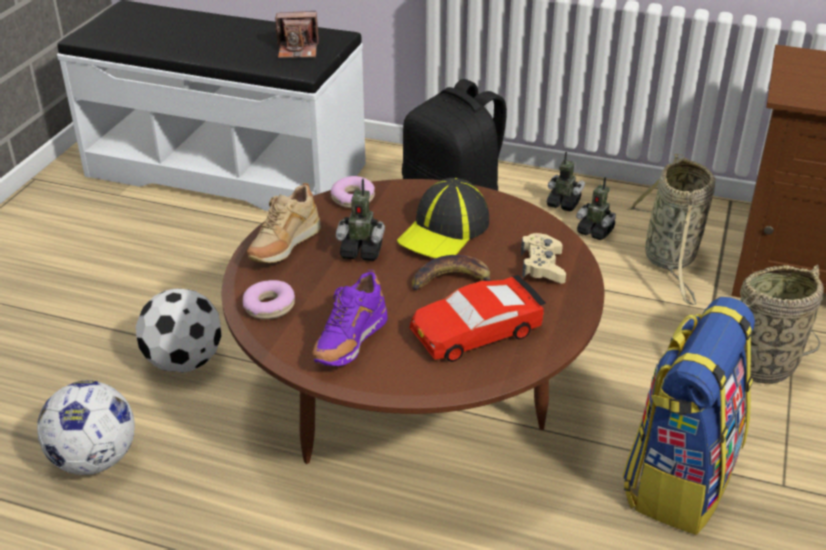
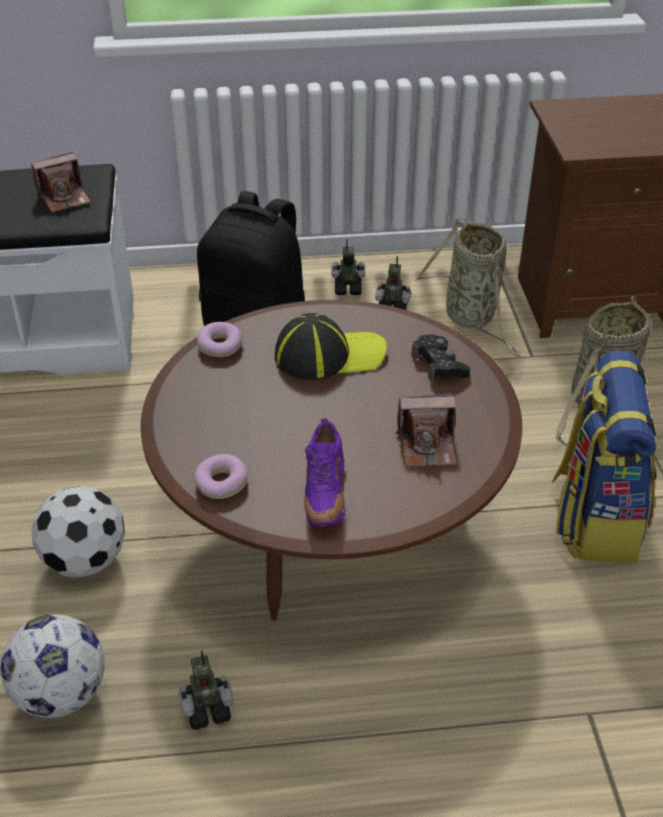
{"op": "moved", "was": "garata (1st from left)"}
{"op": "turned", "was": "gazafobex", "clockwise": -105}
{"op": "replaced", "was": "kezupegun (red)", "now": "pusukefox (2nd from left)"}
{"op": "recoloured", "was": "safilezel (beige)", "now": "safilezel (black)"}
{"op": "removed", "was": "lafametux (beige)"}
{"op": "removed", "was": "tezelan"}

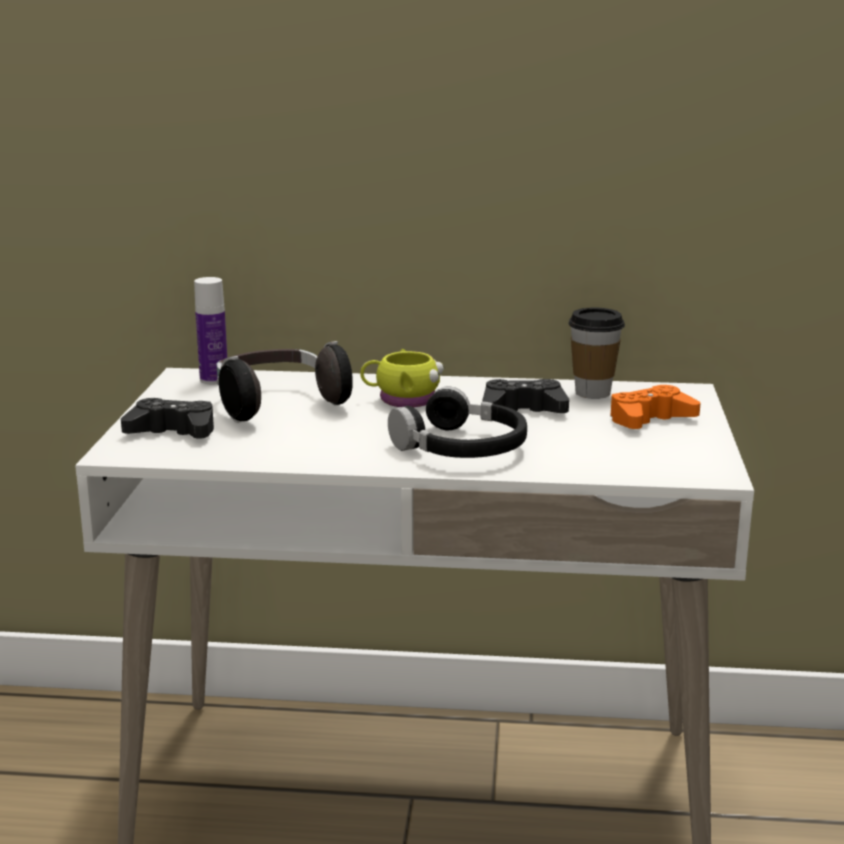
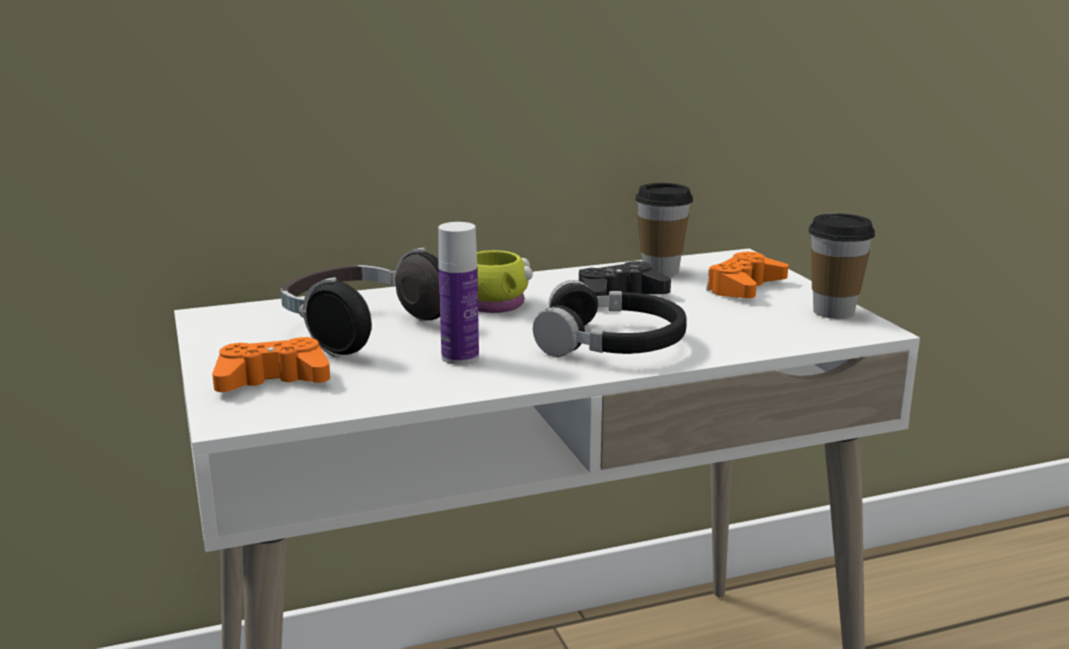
{"op": "recoloured", "was": "safilezel (black) (1st from left)", "now": "safilezel (orange) (1st from left)"}
{"op": "moved", "was": "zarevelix"}
{"op": "added", "now": "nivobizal (2nd from left)"}

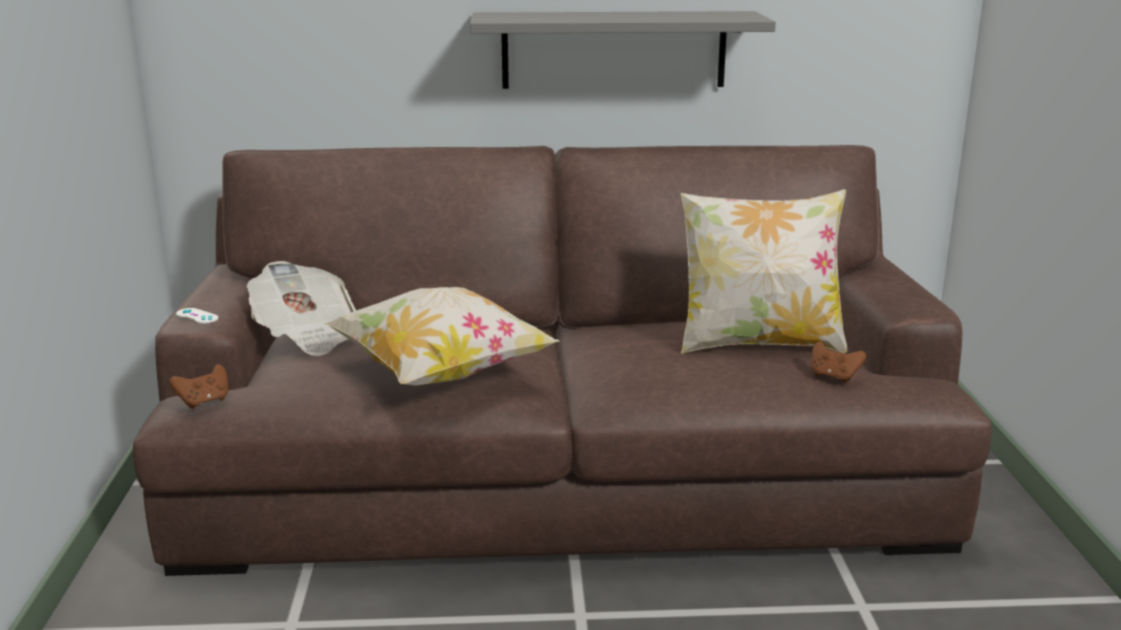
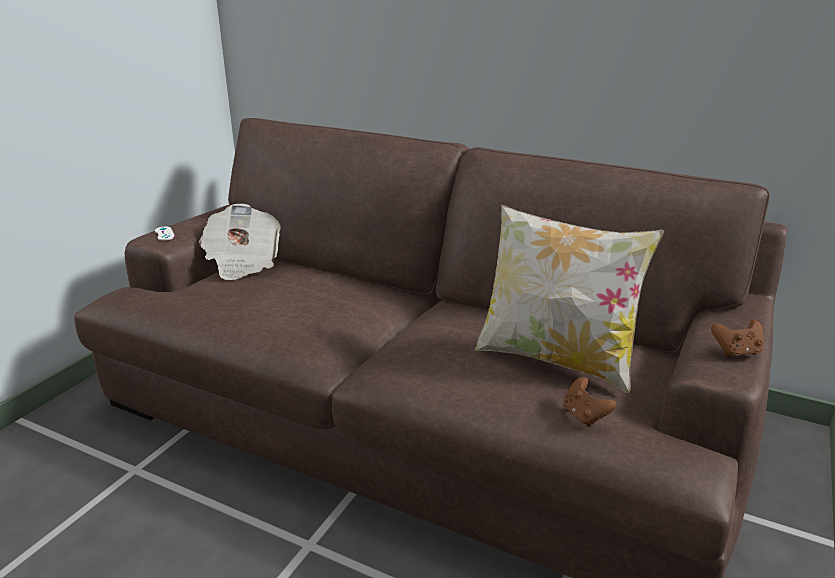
{"op": "moved", "was": "safilezel (brown) (1st from left in the first image)", "now": "safilezel (brown) (2nd from left)"}
{"op": "removed", "was": "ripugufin (1st from left)"}
{"op": "removed", "was": "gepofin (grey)"}

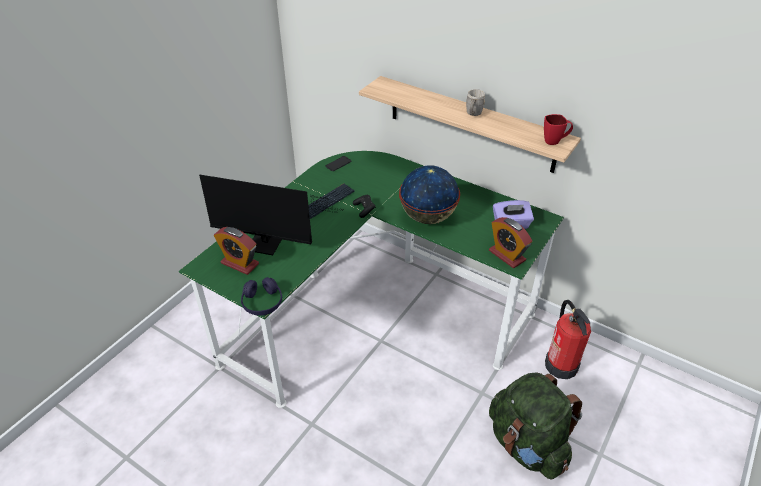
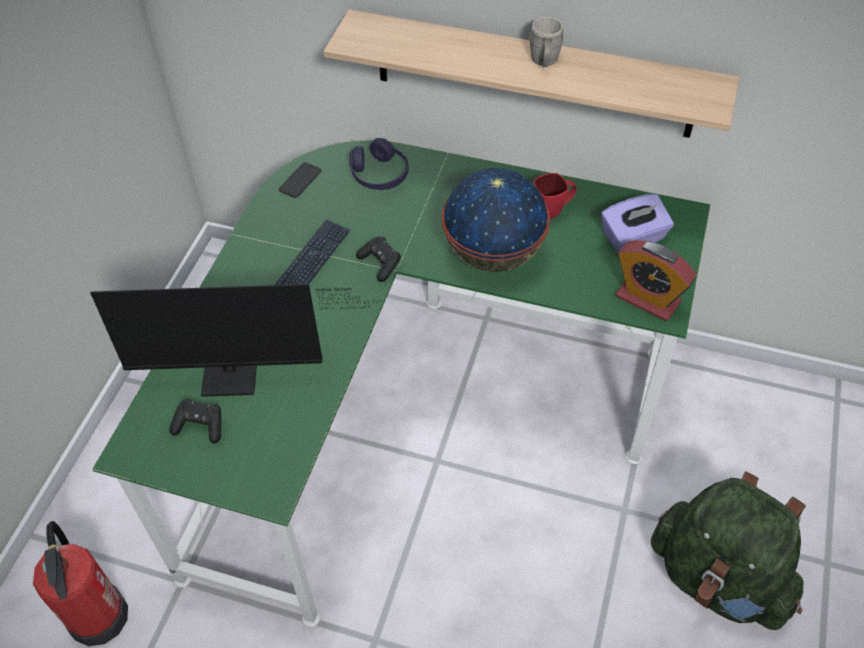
{"op": "moved", "was": "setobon"}
{"op": "replaced", "was": "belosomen (1st from left)", "now": "safilezel (black) (1st from left)"}
{"op": "moved", "was": "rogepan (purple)"}
{"op": "moved", "was": "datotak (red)"}

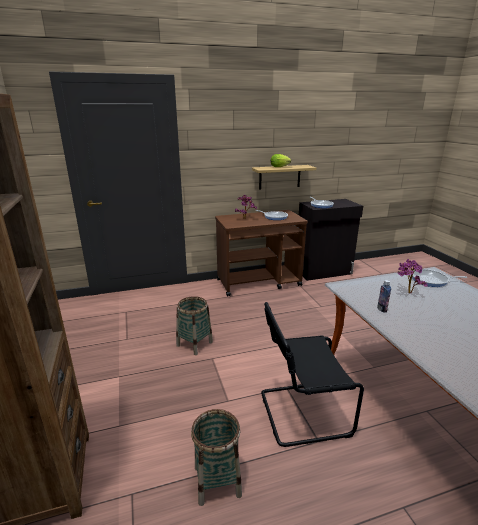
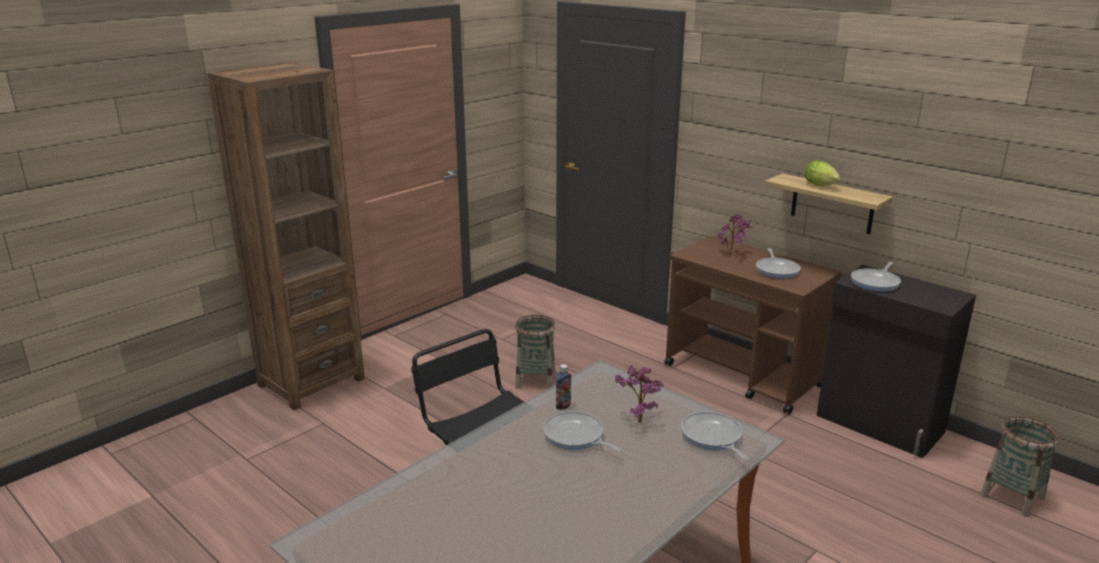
{"op": "added", "now": "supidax (1st from left)"}
{"op": "moved", "was": "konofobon (2nd from left)"}

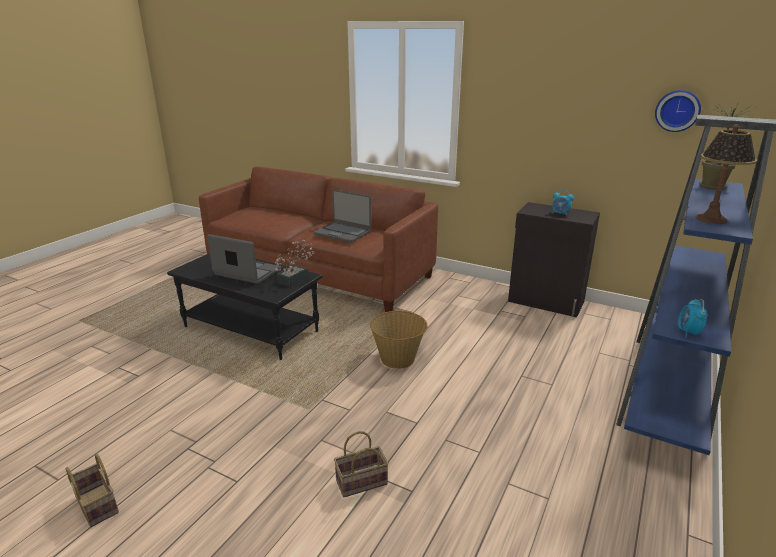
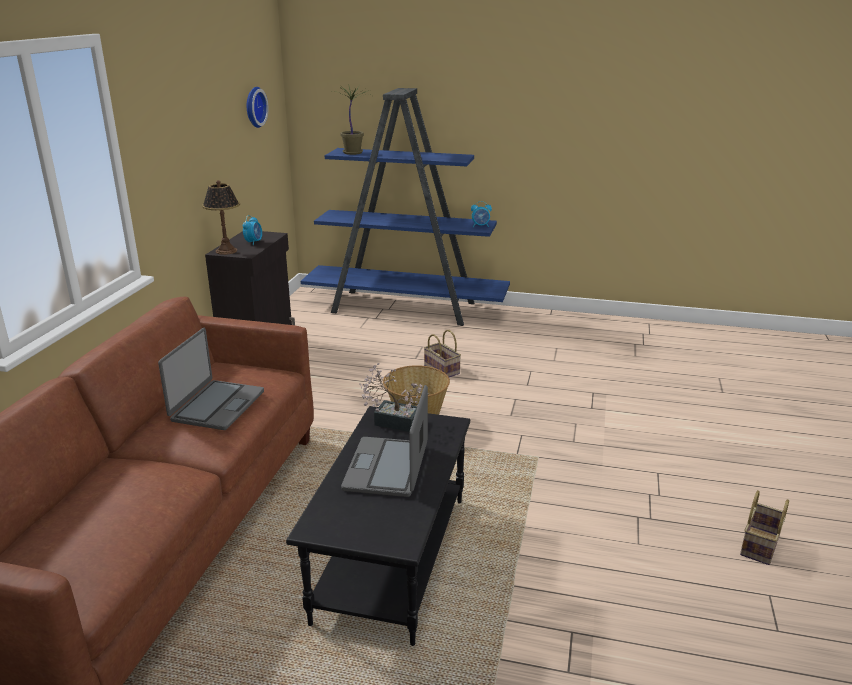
{"op": "moved", "was": "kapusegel"}
{"op": "moved", "was": "konofobon (2nd from left)"}

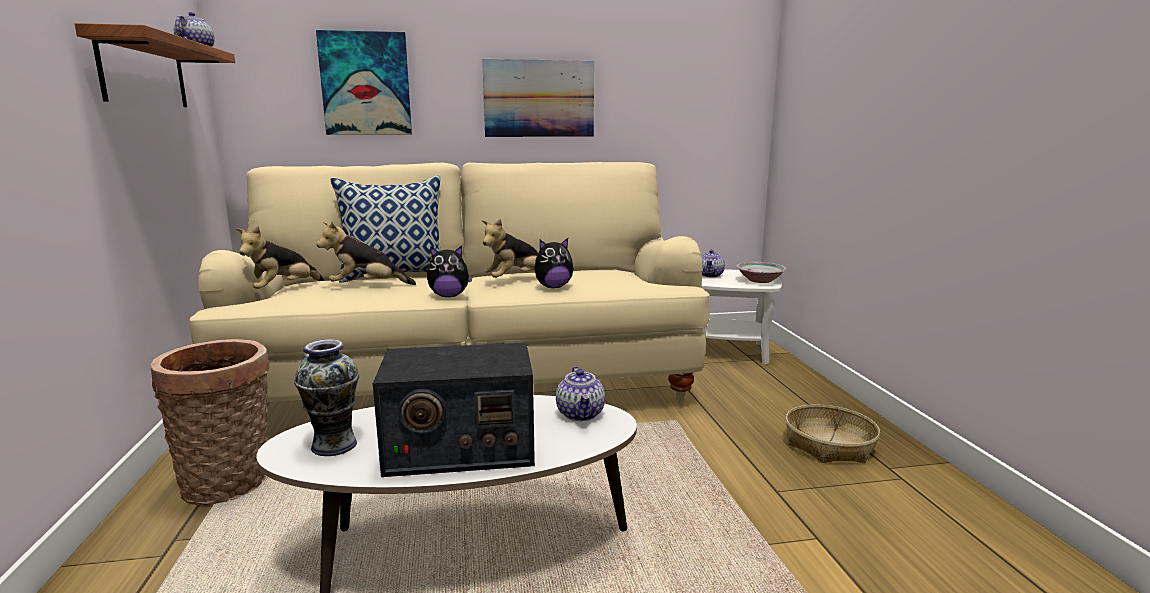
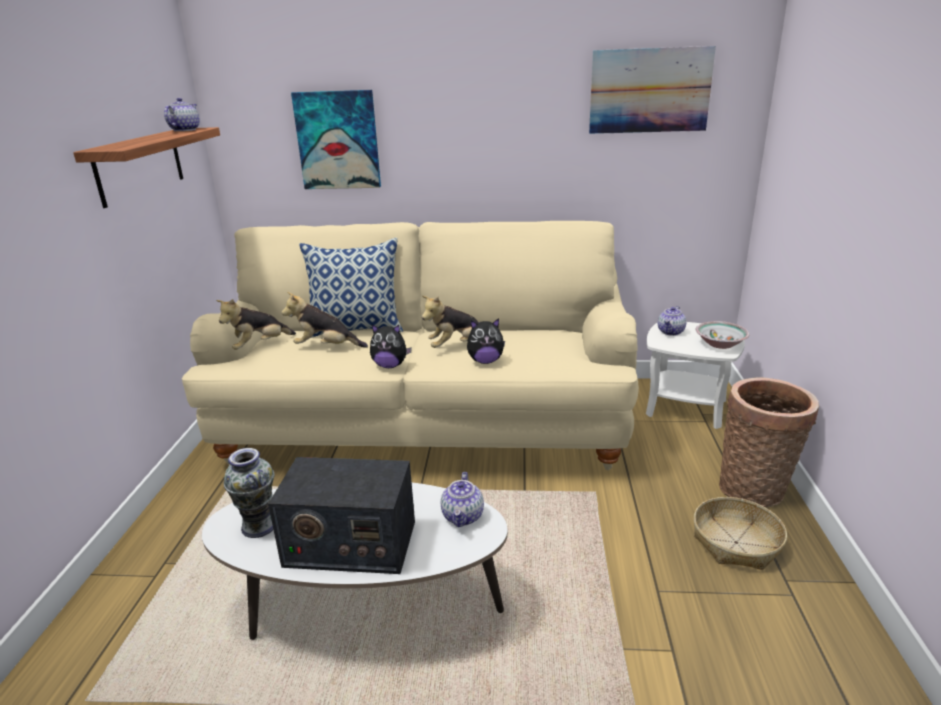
{"op": "moved", "was": "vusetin (2nd from left)"}
{"op": "moved", "was": "konofobon (1st from left in the first image)", "now": "konofobon (2nd from left)"}

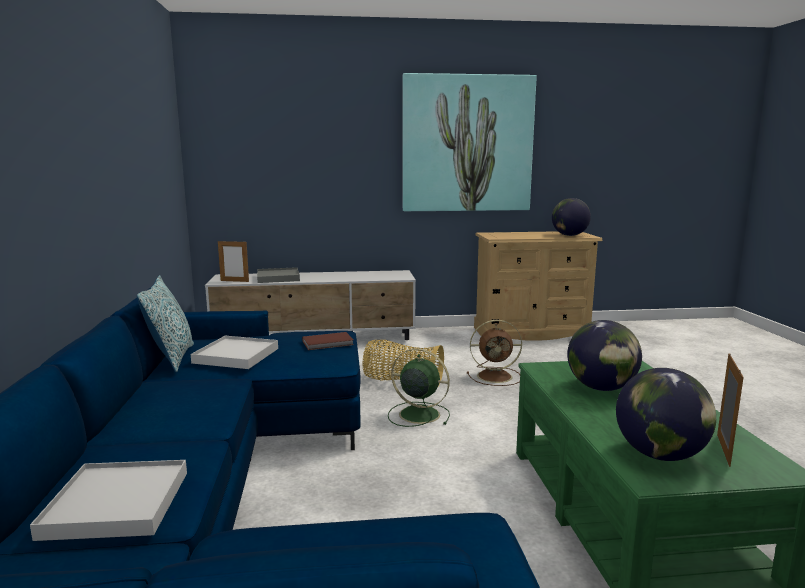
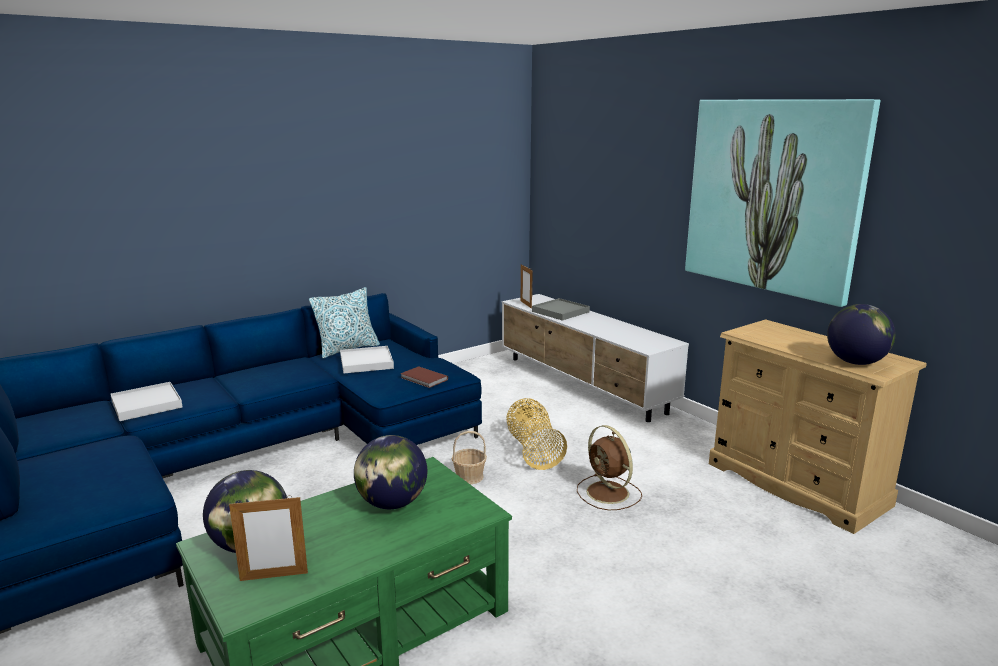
{"op": "replaced", "was": "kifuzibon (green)", "now": "konofobon (1st from left)"}

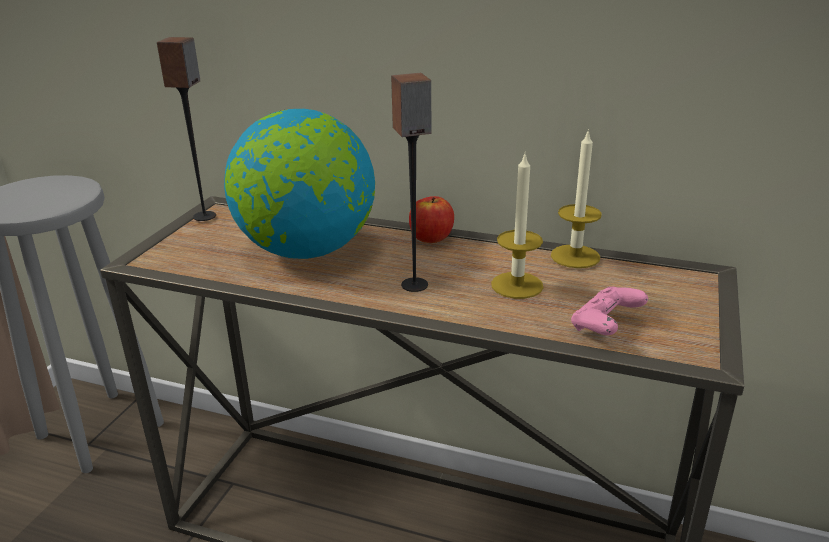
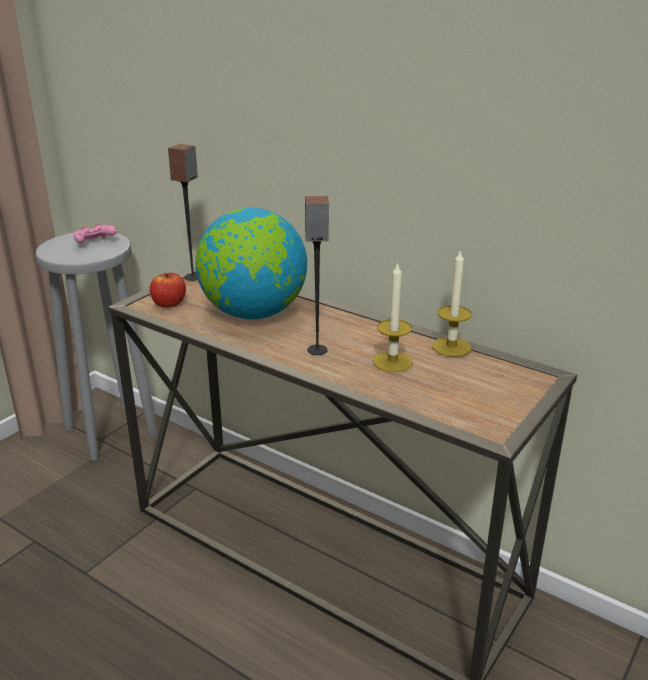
{"op": "moved", "was": "safilezel (pink)"}
{"op": "moved", "was": "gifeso"}

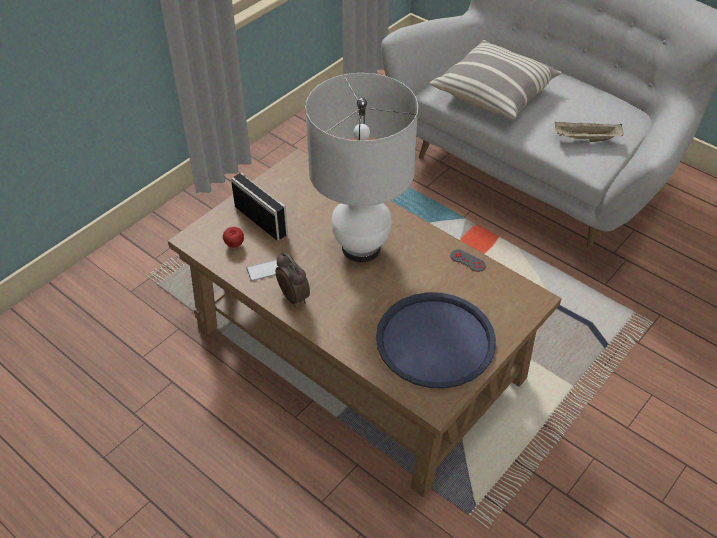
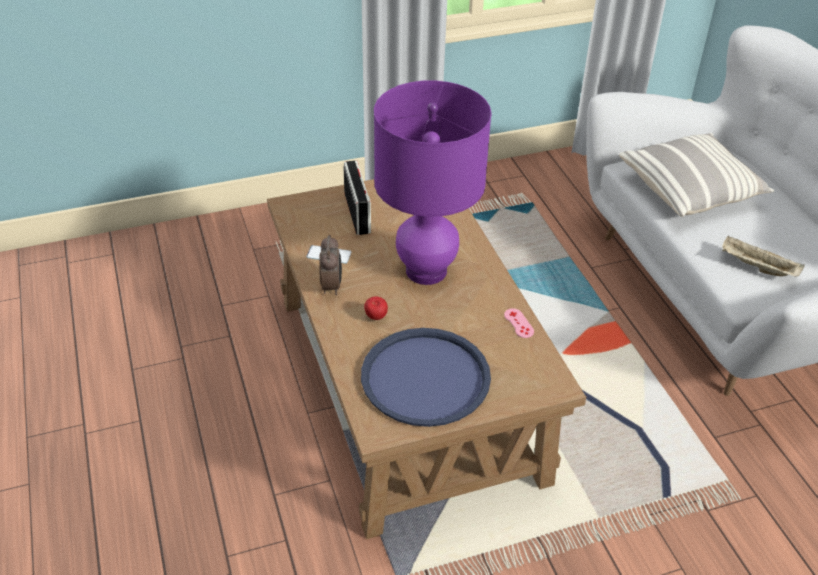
{"op": "moved", "was": "gifeso"}
{"op": "recoloured", "was": "kapusegel (white)", "now": "kapusegel (purple)"}
{"op": "recoloured", "was": "safilezel (grey)", "now": "safilezel (pink)"}

